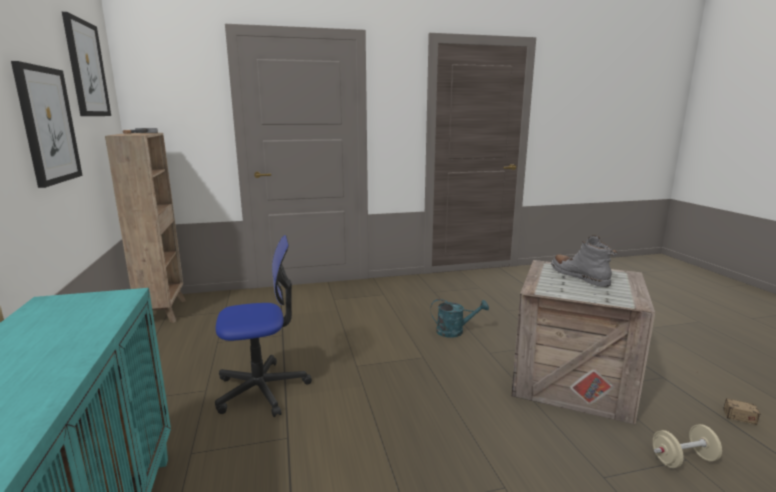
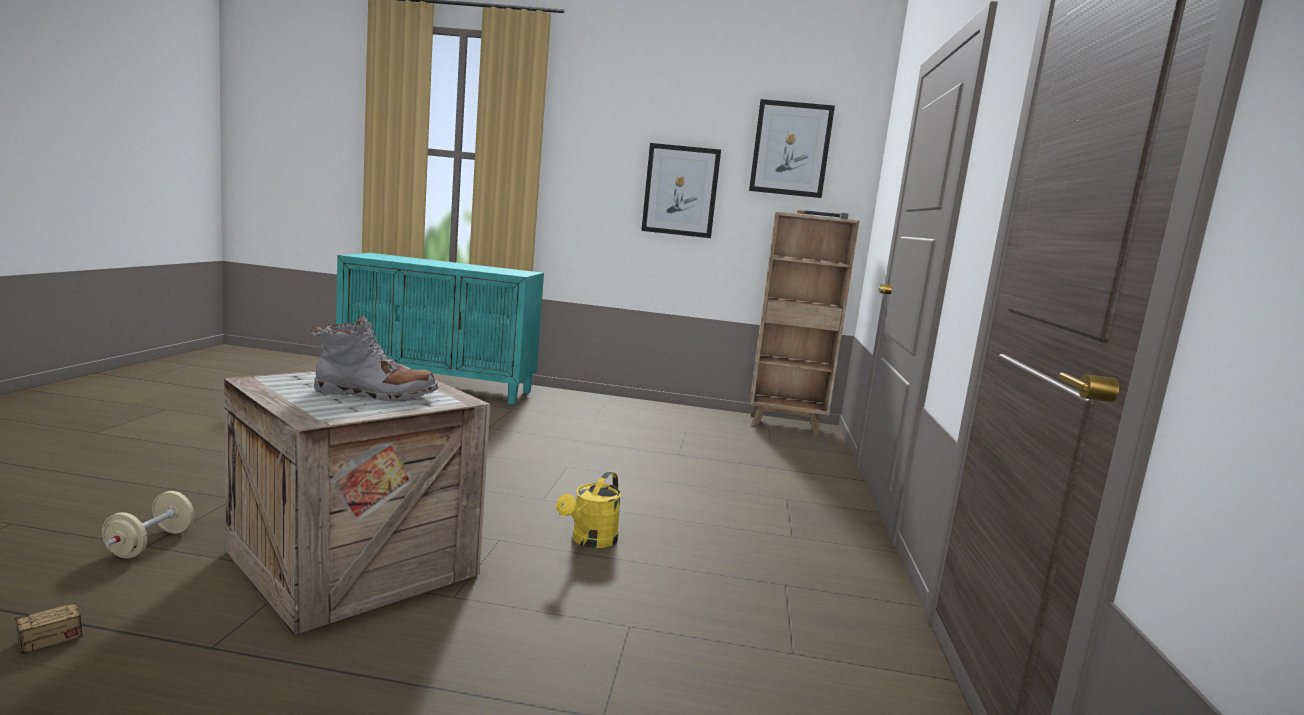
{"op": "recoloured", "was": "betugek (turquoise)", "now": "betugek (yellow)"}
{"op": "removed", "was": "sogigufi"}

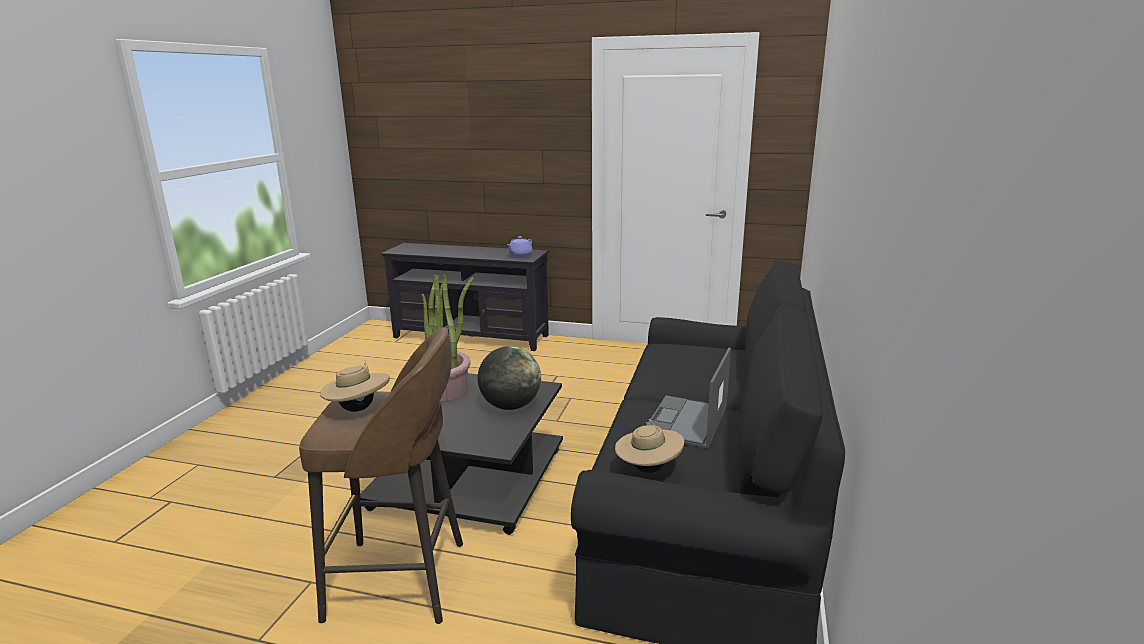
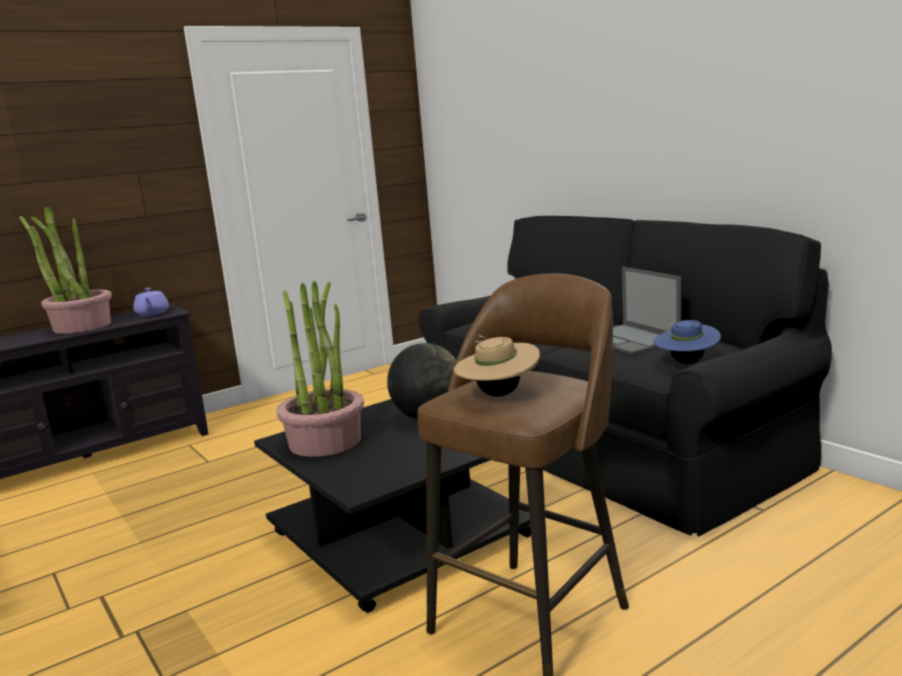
{"op": "added", "now": "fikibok (1st from left)"}
{"op": "recoloured", "was": "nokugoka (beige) (2nd from left)", "now": "nokugoka (blue)"}

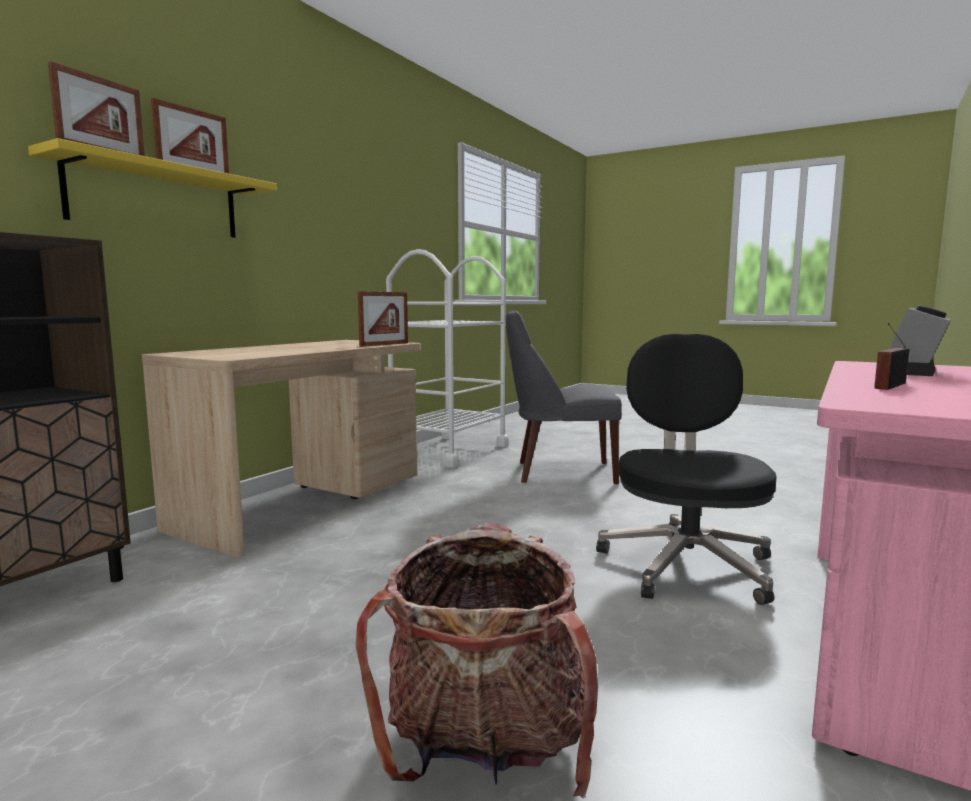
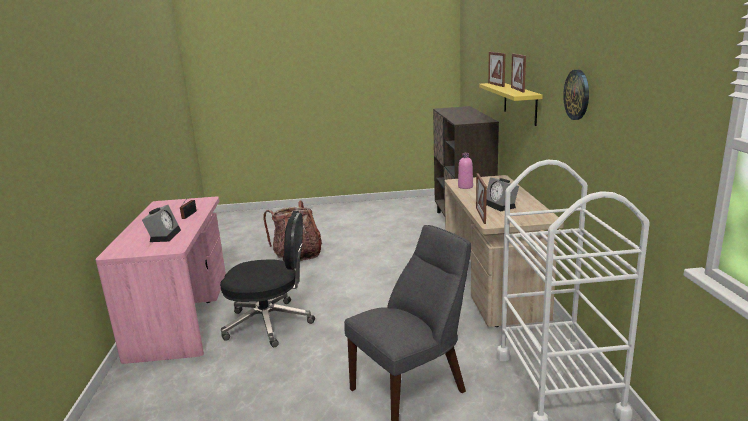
{"op": "turned", "was": "sogigufi (black)", "clockwise": -60}
{"op": "added", "now": "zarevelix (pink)"}
{"op": "added", "now": "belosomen (2nd from left)"}
{"op": "added", "now": "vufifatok"}

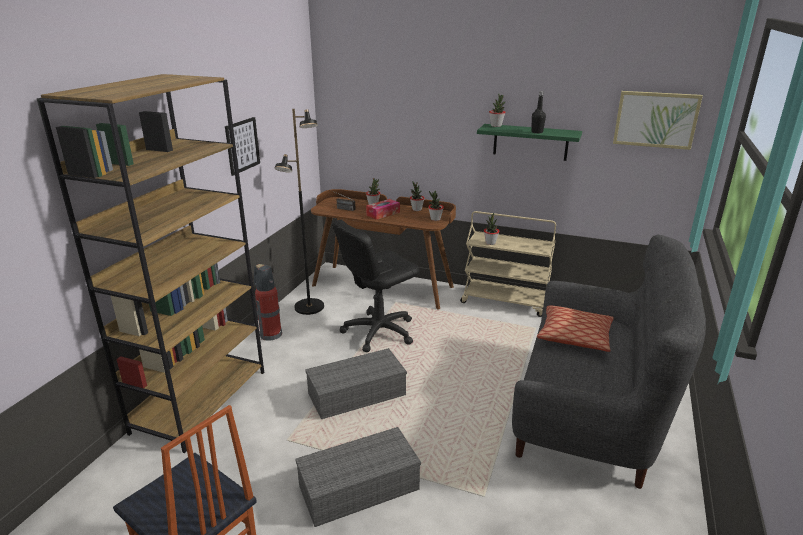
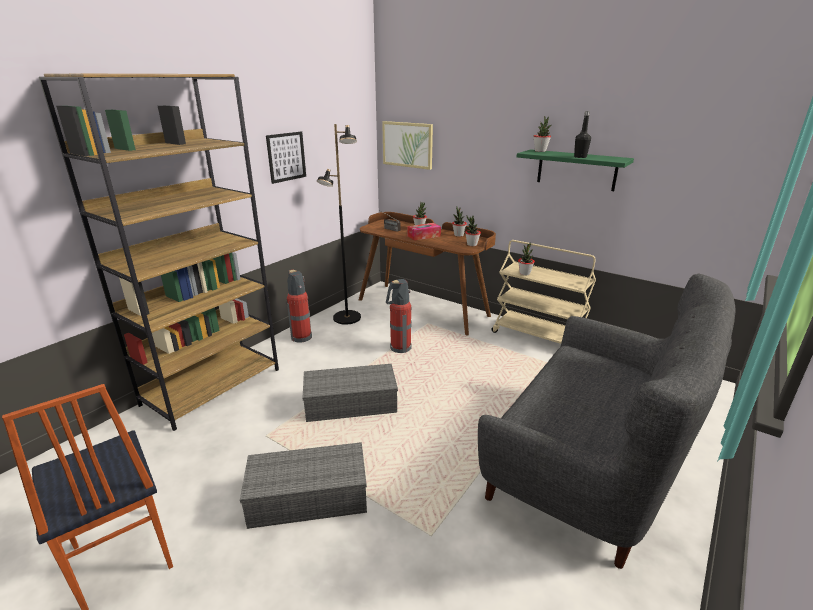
{"op": "moved", "was": "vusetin (2nd from left)"}
{"op": "replaced", "was": "sogigufi (black)", "now": "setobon (2nd from left)"}
{"op": "removed", "was": "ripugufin"}

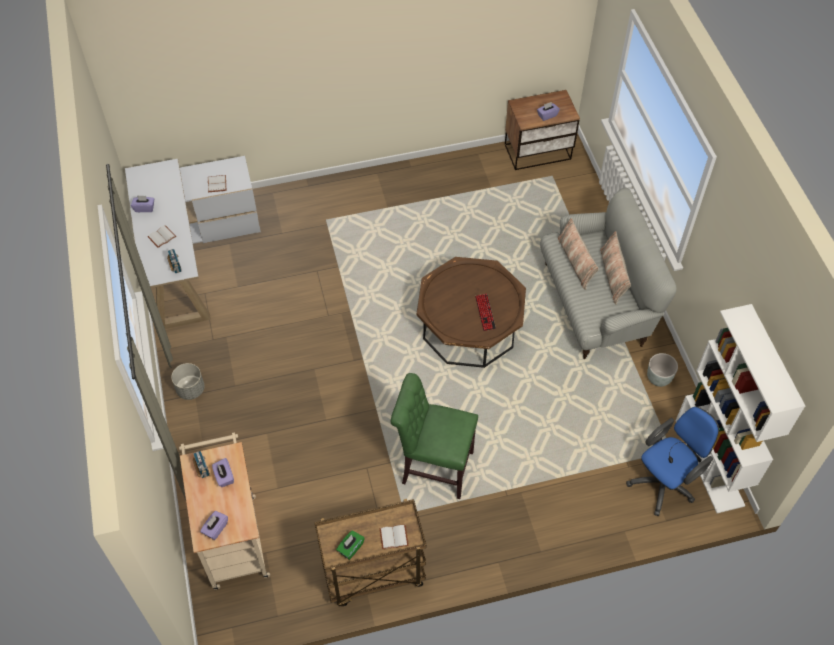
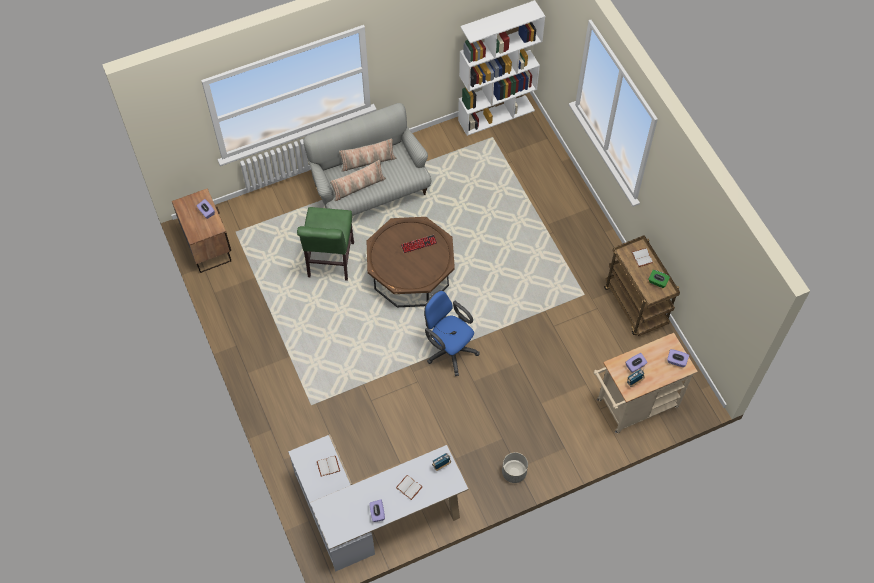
{"op": "moved", "was": "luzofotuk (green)"}
{"op": "moved", "was": "sogigufi (blue)"}
{"op": "removed", "was": "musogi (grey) (2nd from left)"}

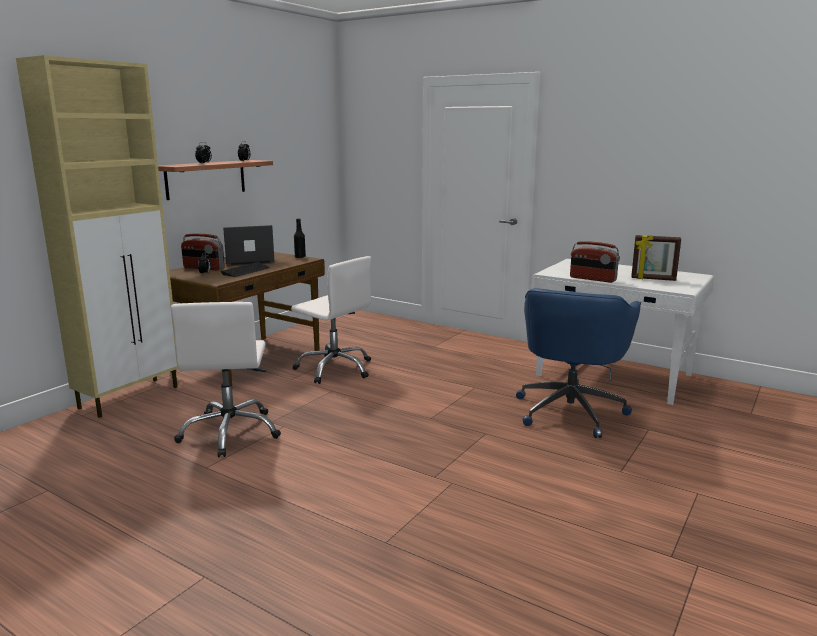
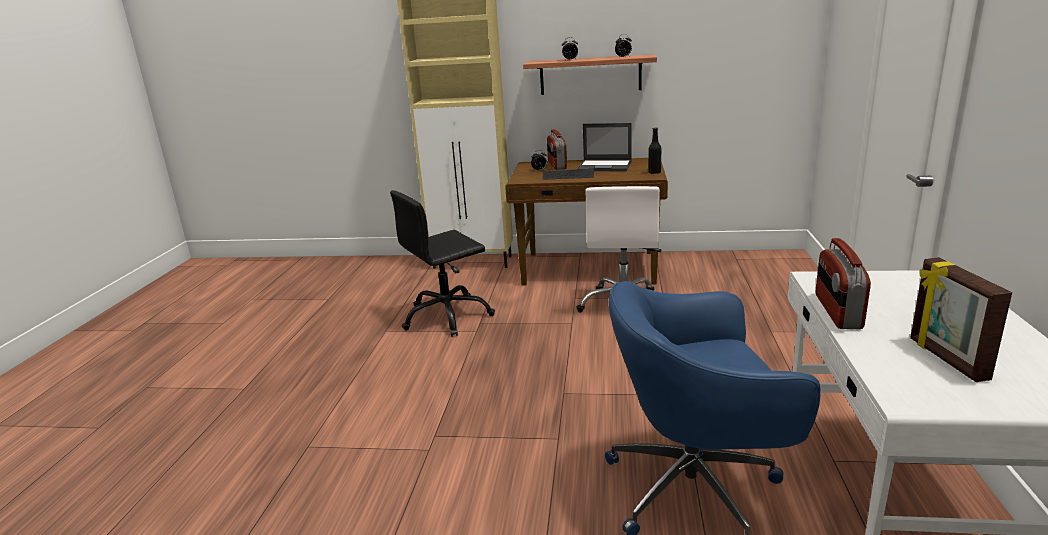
{"op": "recoloured", "was": "sogigufi (white) (1st from left)", "now": "sogigufi (black)"}
{"op": "turned", "was": "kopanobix", "clockwise": 150}

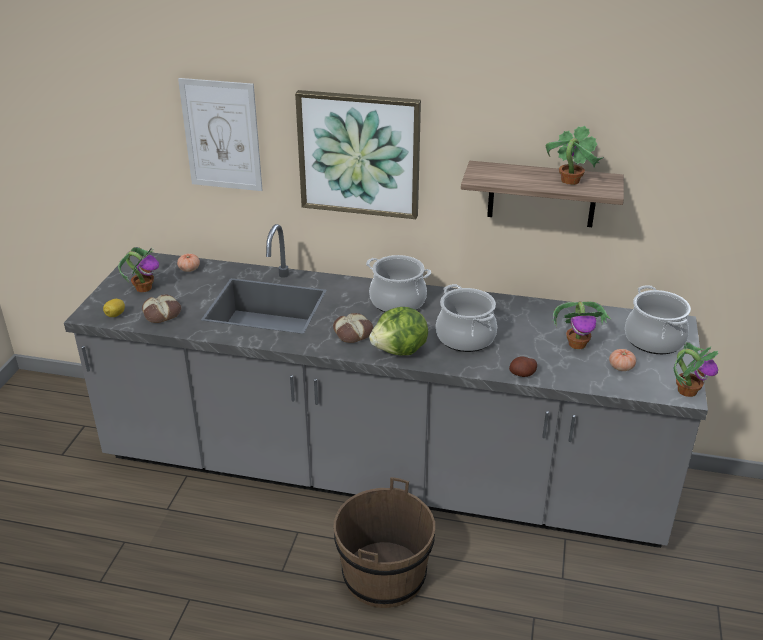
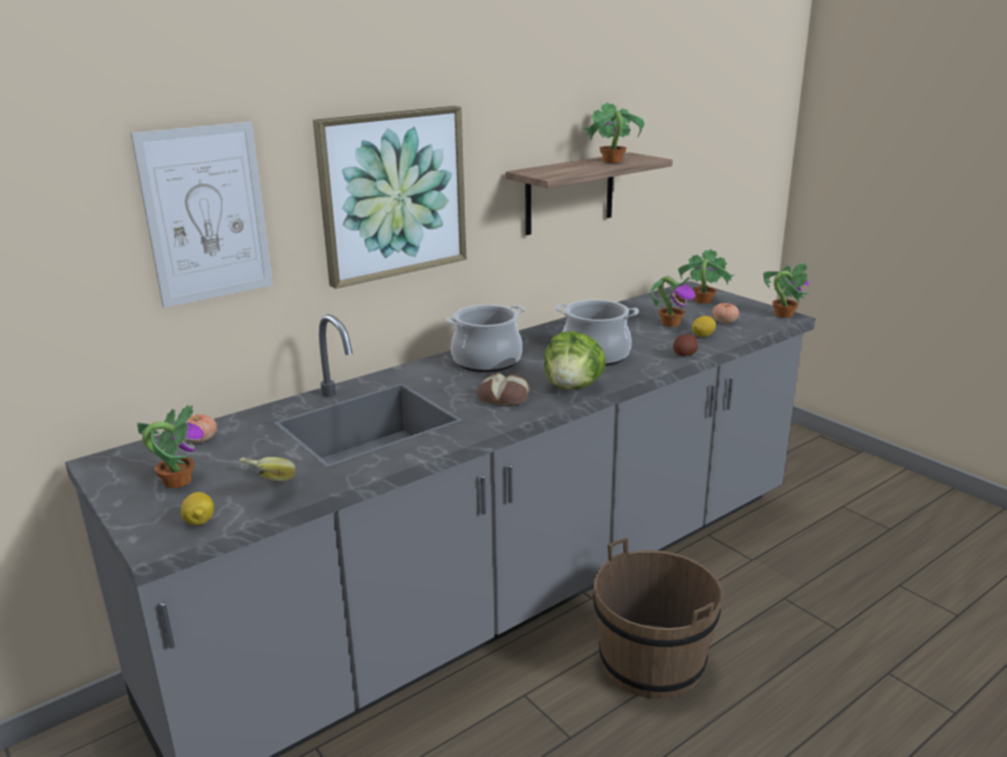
{"op": "replaced", "was": "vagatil (1st from left)", "now": "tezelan"}
{"op": "replaced", "was": "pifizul (3rd from left)", "now": "fikibok (4th from left)"}
{"op": "added", "now": "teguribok (2nd from left)"}

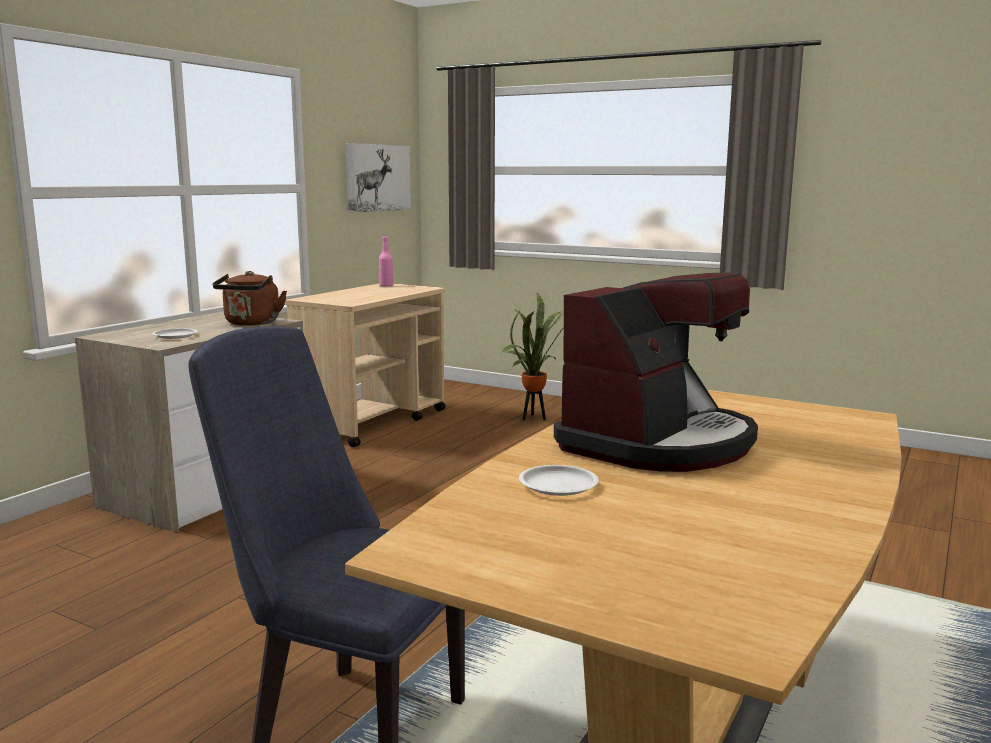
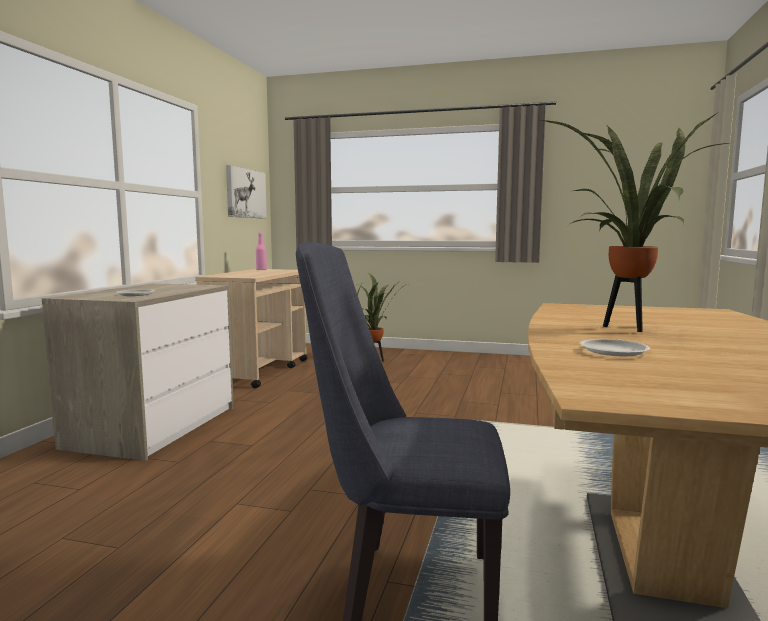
{"op": "replaced", "was": "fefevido", "now": "fikibok (2nd from left)"}
{"op": "removed", "was": "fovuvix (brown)"}

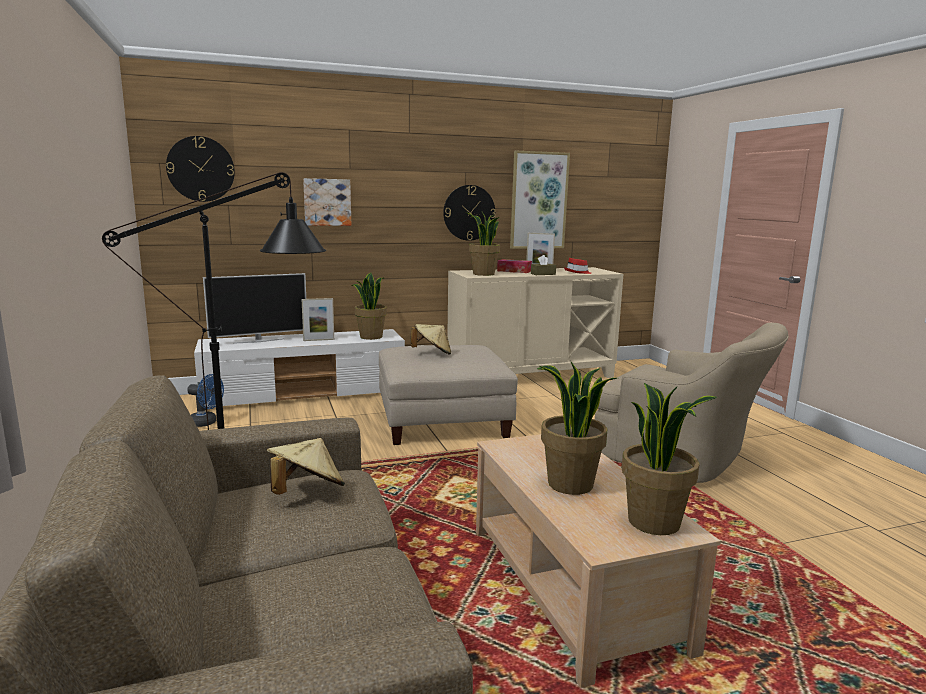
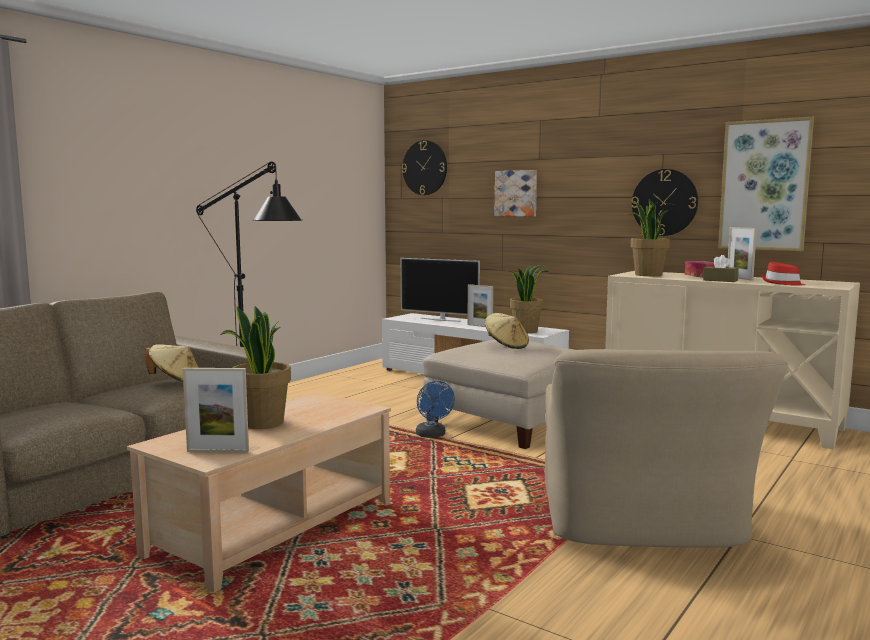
{"op": "replaced", "was": "fikibok (4th from left)", "now": "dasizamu (1st from left)"}
{"op": "moved", "was": "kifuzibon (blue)"}

